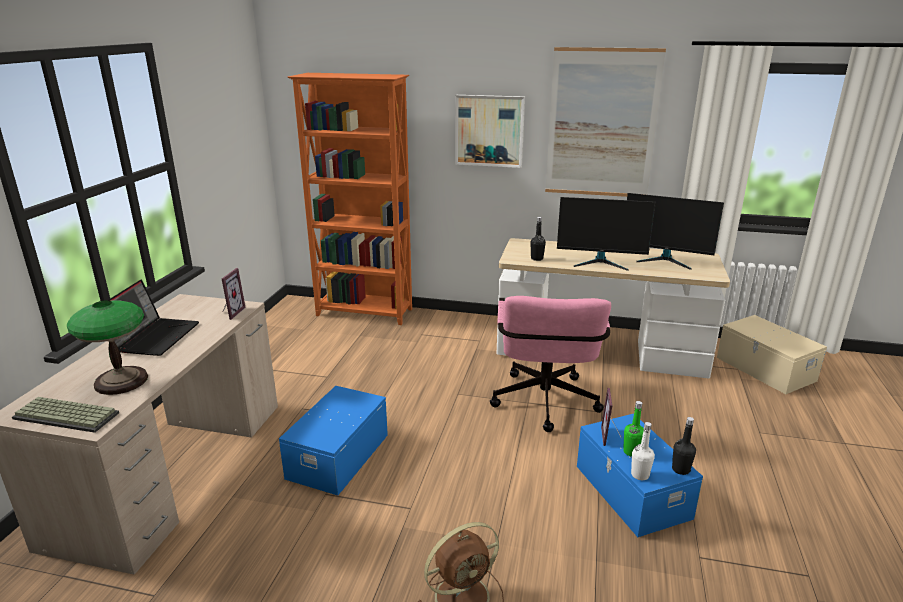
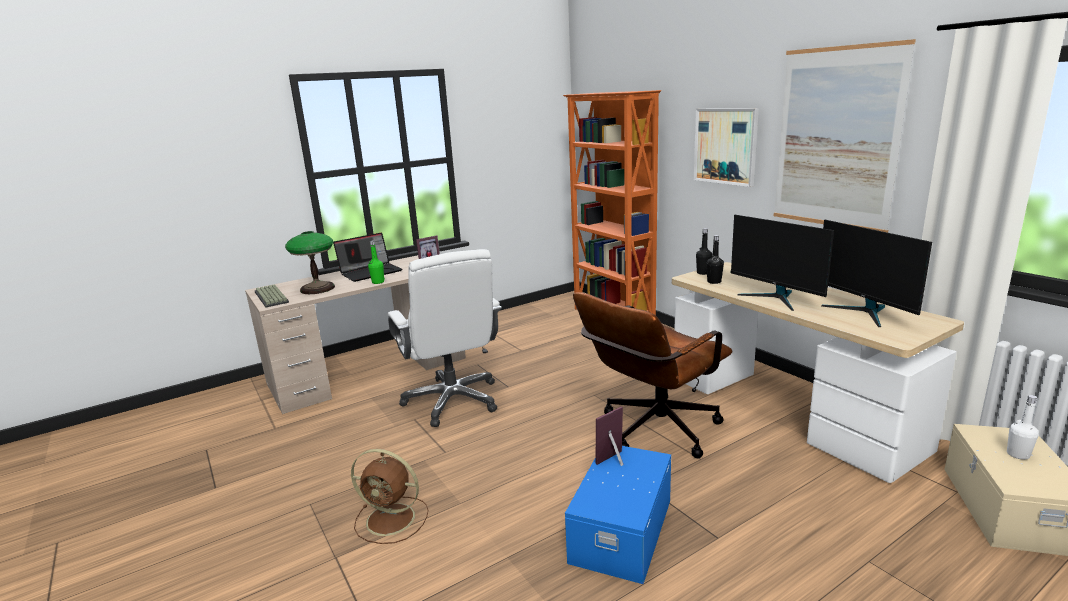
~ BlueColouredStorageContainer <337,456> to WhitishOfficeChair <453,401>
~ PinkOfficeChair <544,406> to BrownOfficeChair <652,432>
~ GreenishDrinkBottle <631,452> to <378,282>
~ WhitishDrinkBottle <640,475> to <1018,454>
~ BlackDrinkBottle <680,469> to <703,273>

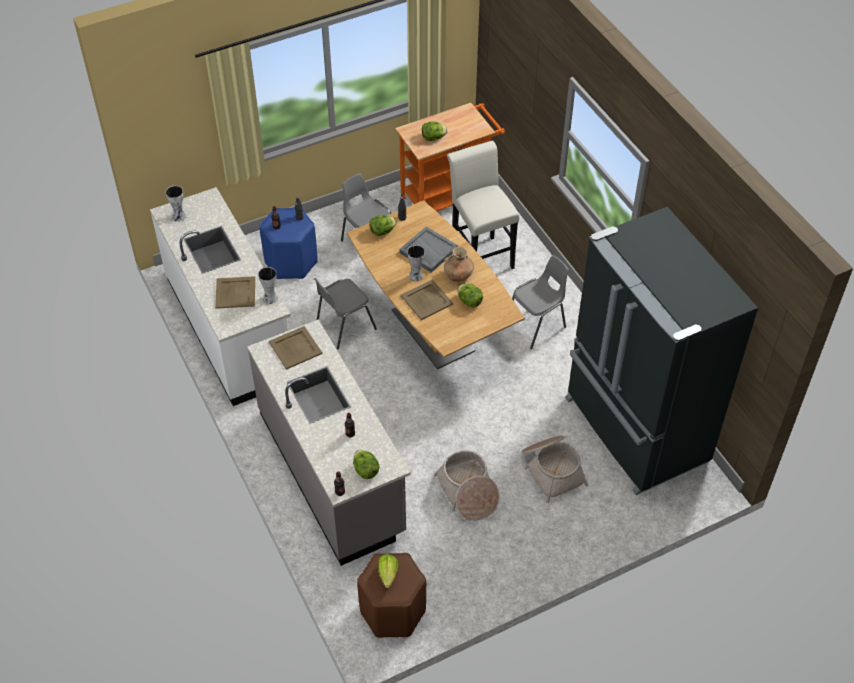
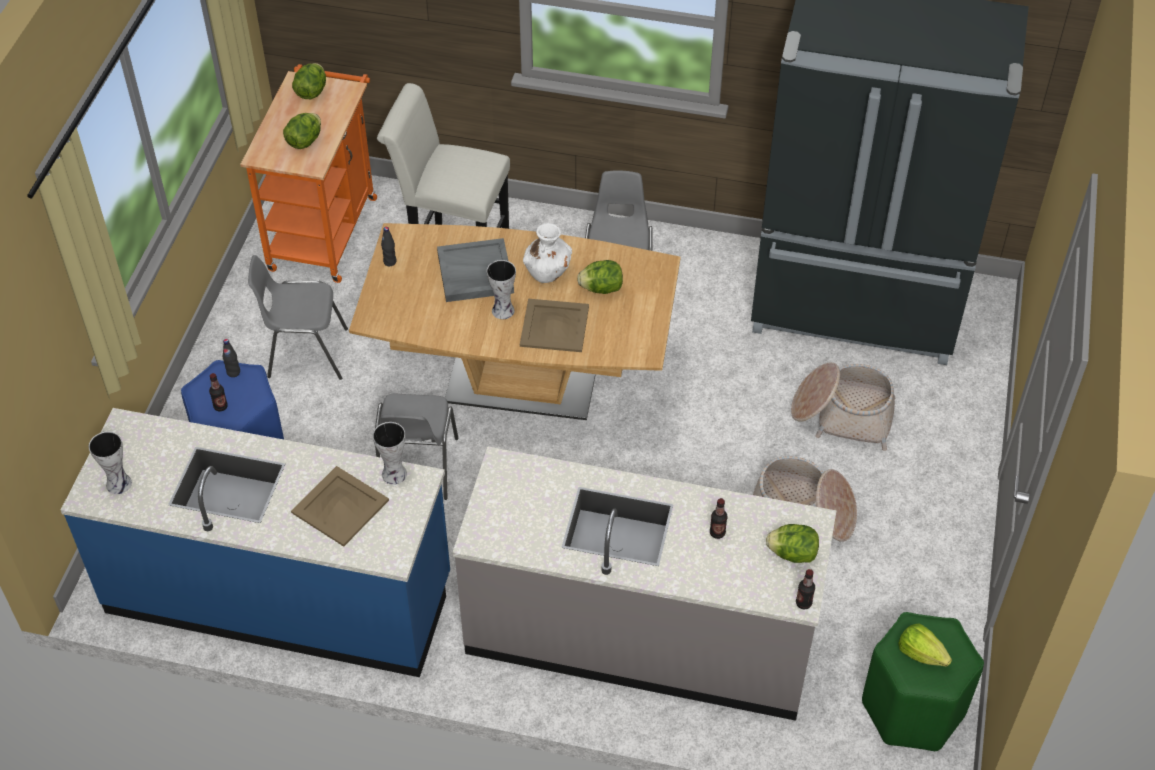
~ WhitishCounter <230,328> to BlueColouredCounter <280,594>
- BeigeColouredServingTray <295,348>
~ BrownSittingStool <393,612> to GreenishSittingStool <913,708>
~ Lettuce <382,231> to <311,92>
~ BrownDecorativeVase <458,275> to WhitishDecorativeVase <548,271>

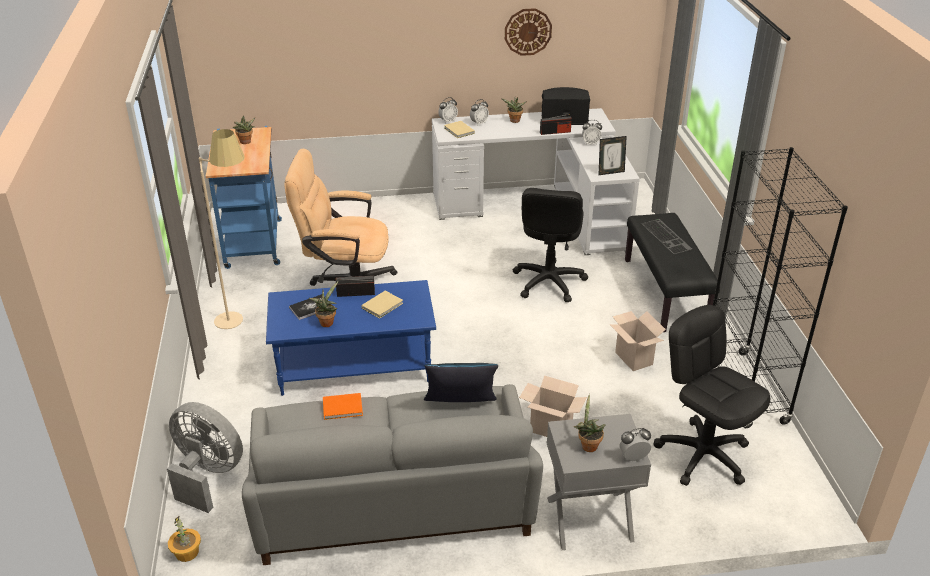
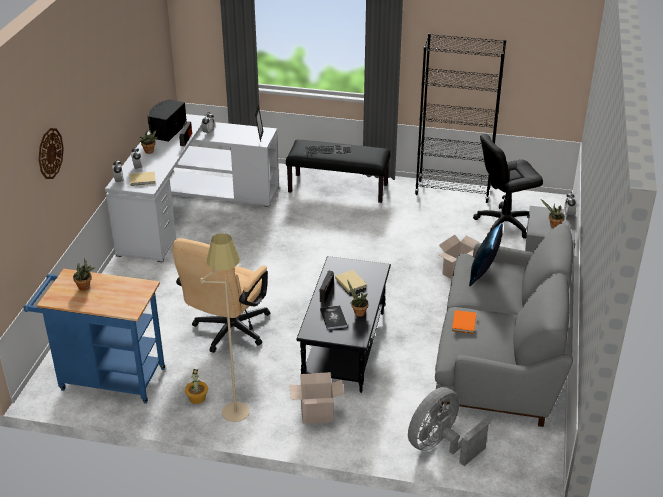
~ PottedPlant <187,552> to <197,398>
~ BlueColouredLoungeTable <354,367> to BlackLoungeTable <345,347>
~ ClockOnTheWall <528,31> to <50,153>
- BlackOfficeChair <548,282>
~ PackingBox <632,358> to <316,415>

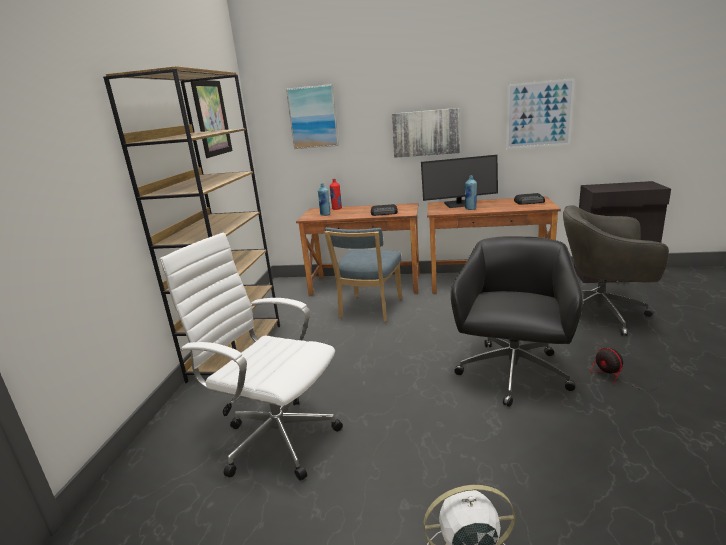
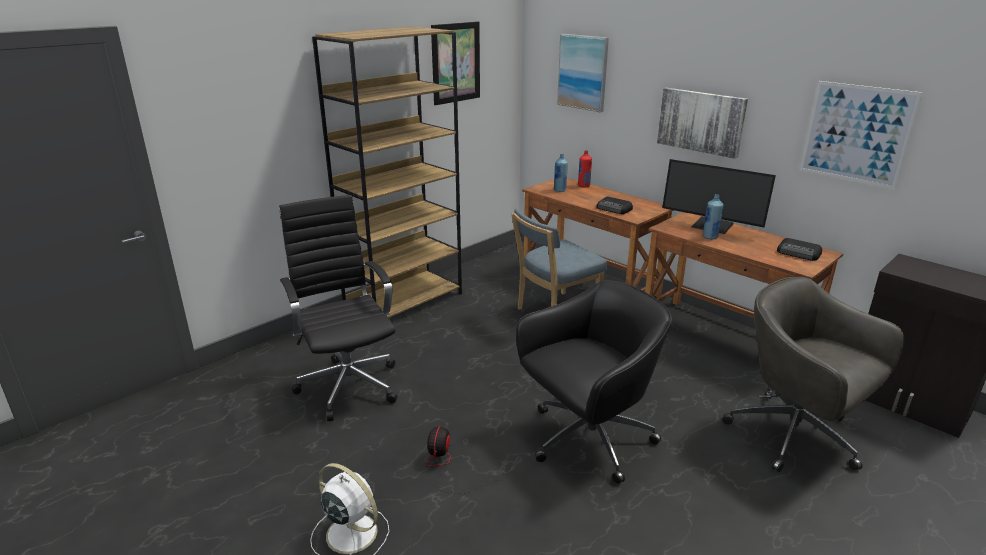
~ WhitishOfficeChair <275,438> to BlackOfficeChair <348,384>
~ CoolingFan <622,378> to <448,467>

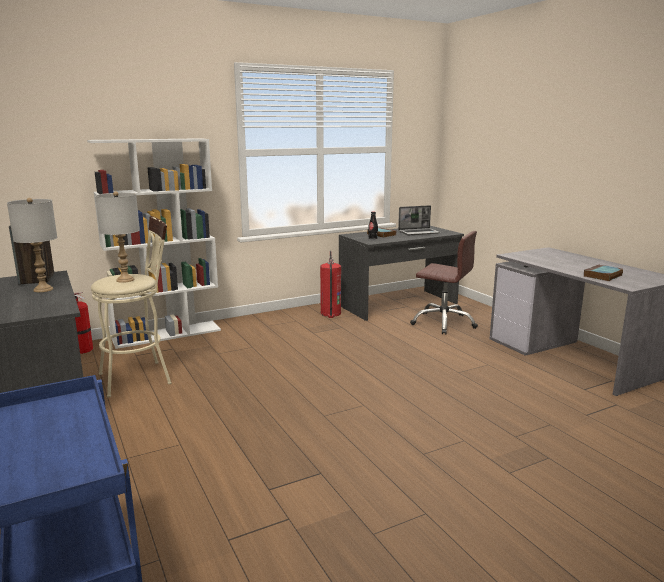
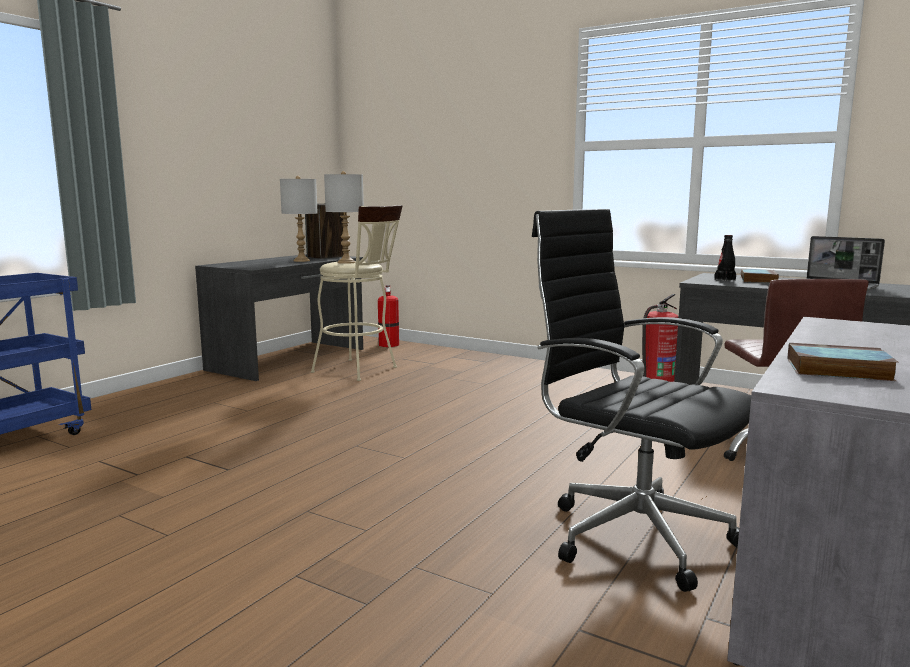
- WhitishShelvingUnit <167,334>
+ BlackOfficeChair <631,534>

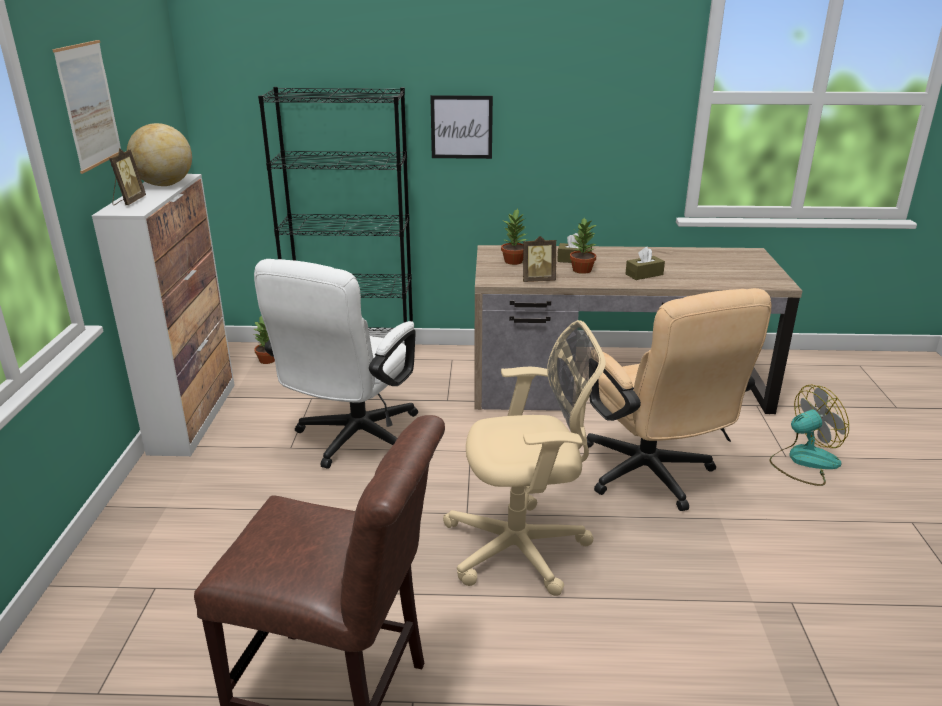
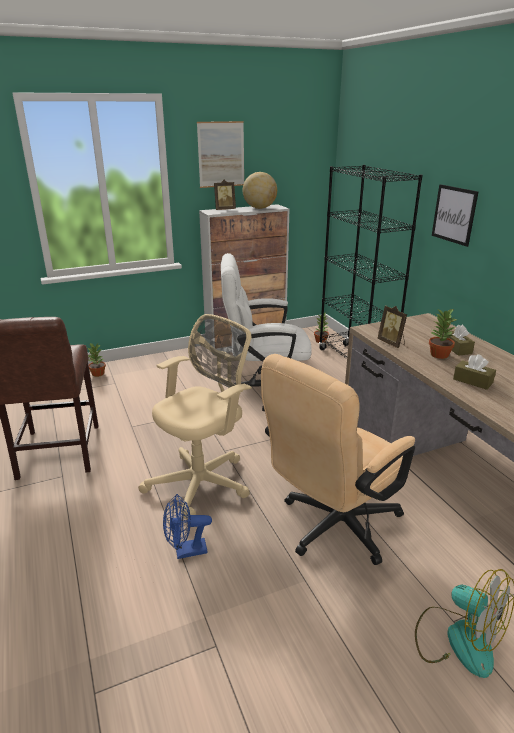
~ BeigeColouredOfficeChair <523,548> = <203,482> 105 degrees counterclockwise
~ PottedPlant <514,261> to <98,374>
+ BlueColouredCoolingFan <186,551>

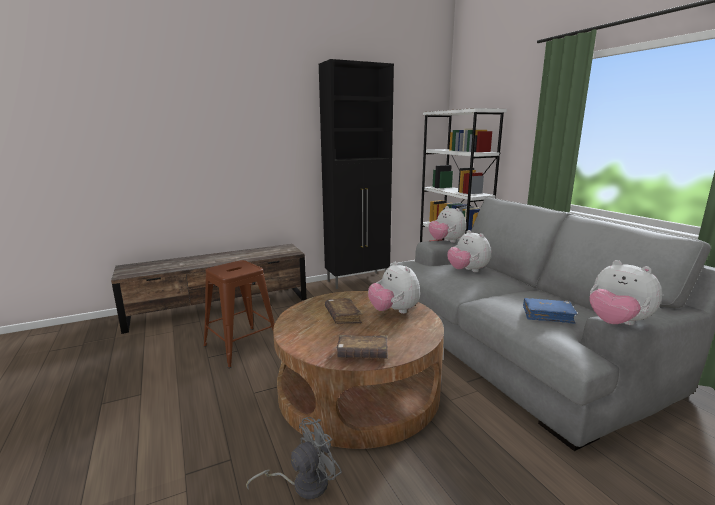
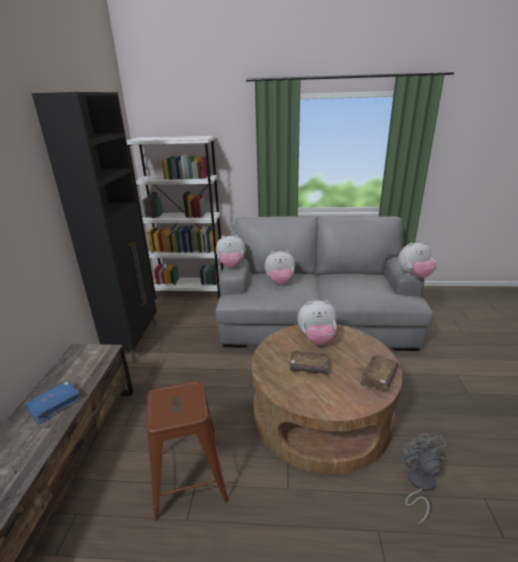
~ BlueColouredBook <547,315> to <55,405>

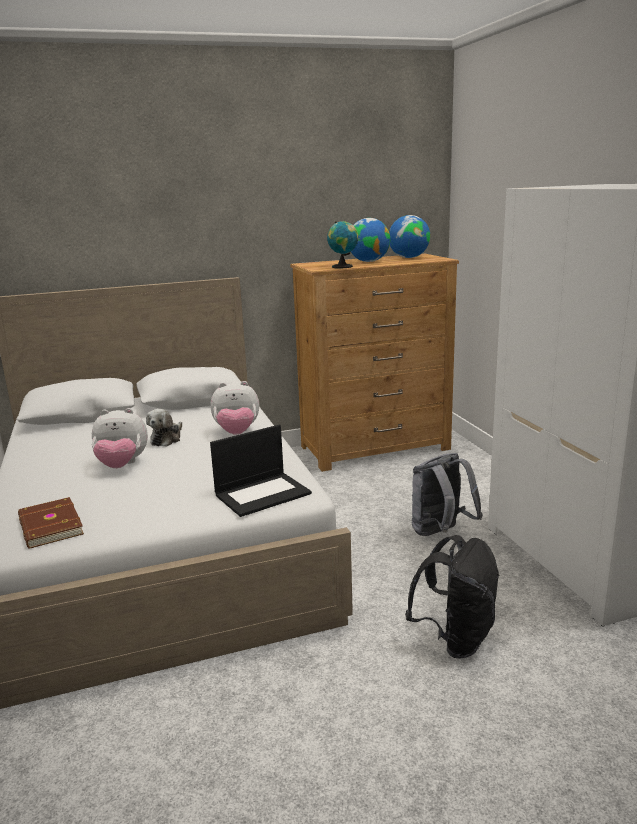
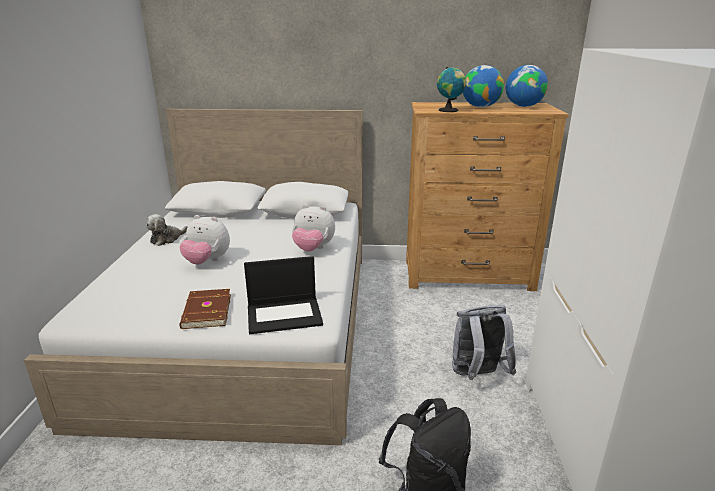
~ BrownBook <49,526> to <205,311>
~ CuddlyToy <167,439> to <167,239>

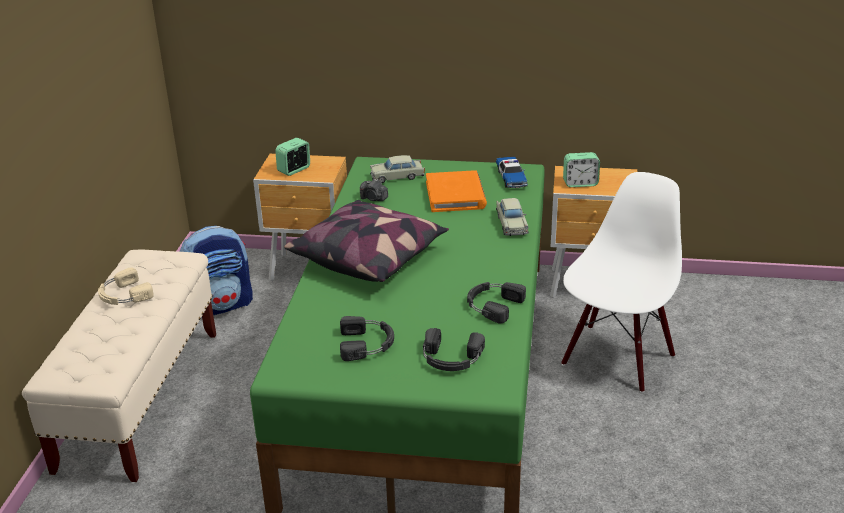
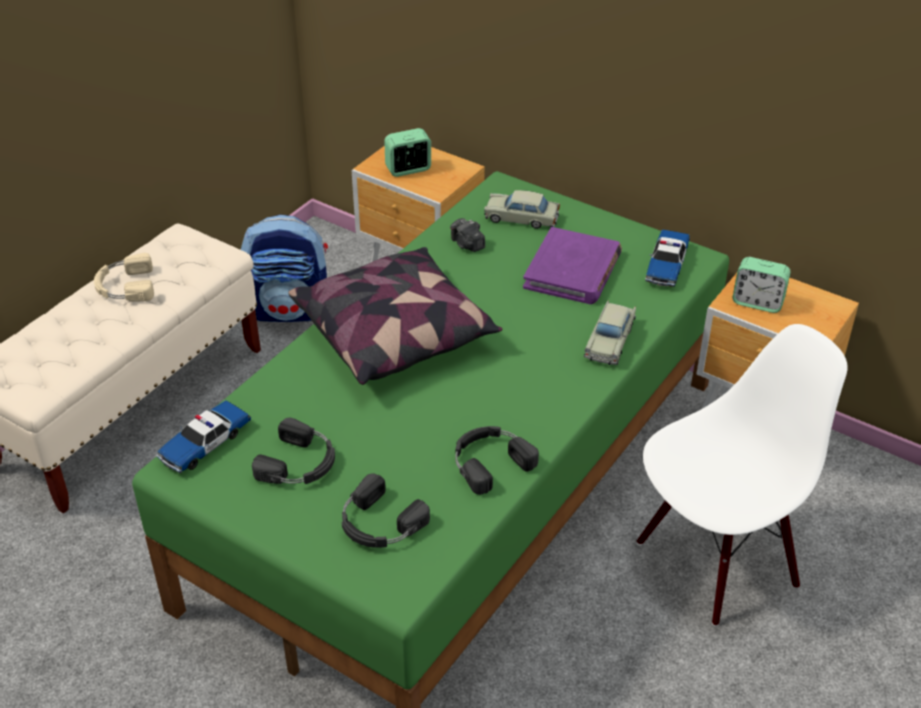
~ OrangeColouredBook <455,195> to PurpleColouredBook <573,271>
+ ModelCar <205,443>

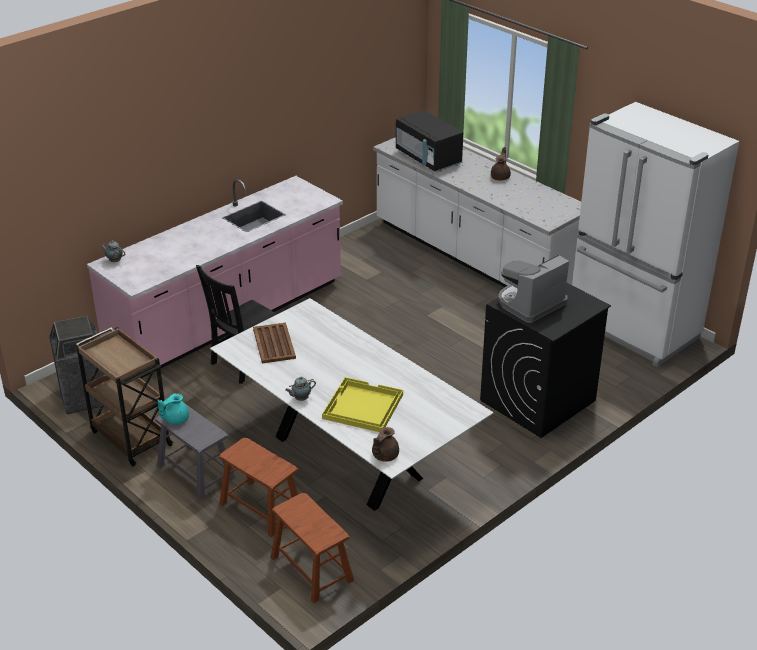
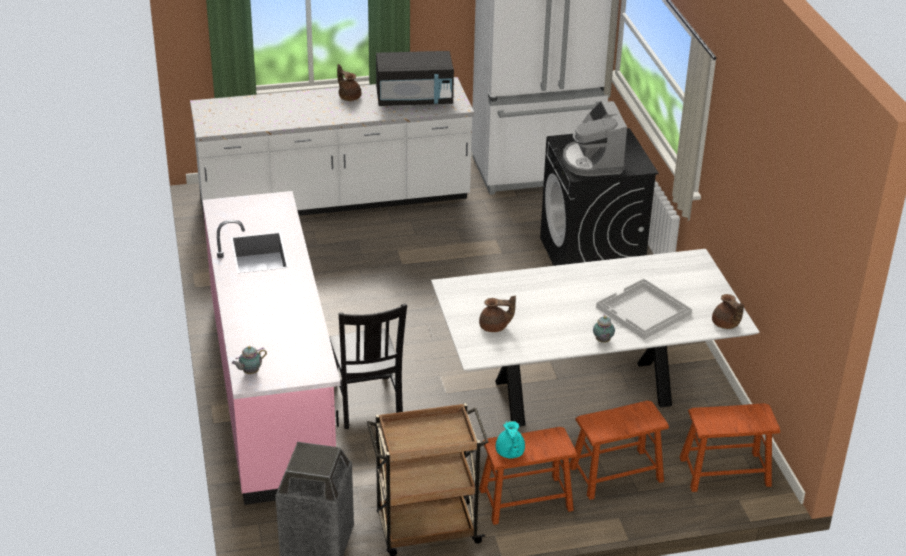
~ GreyishSittingStool <195,472> to BrownSittingStool <526,499>
~ BrownServingTray <274,344> to BrownTeapot <494,327>
~ YellowishServingTray <362,406> to WhitishServingTray <643,311>
~ BlackMicrowaveOven <428,158> to <414,99>

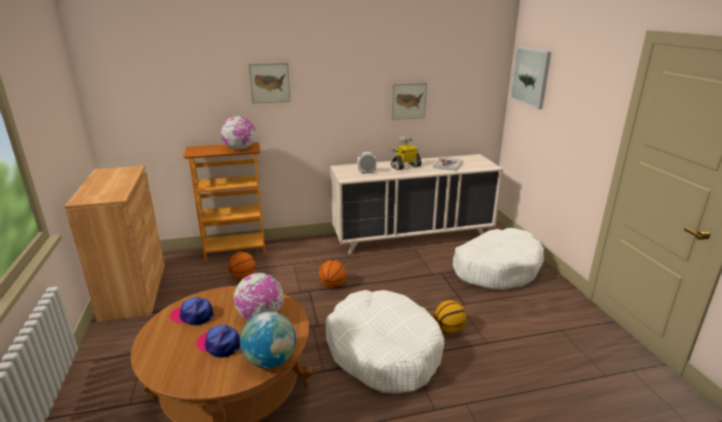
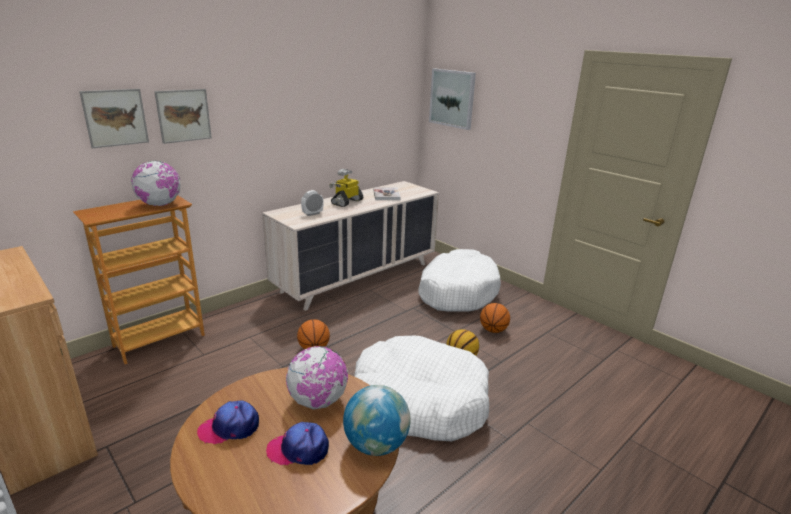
~ BasketballBall <243,276> to <493,330>
~ WallArt <408,101> to <115,118>

